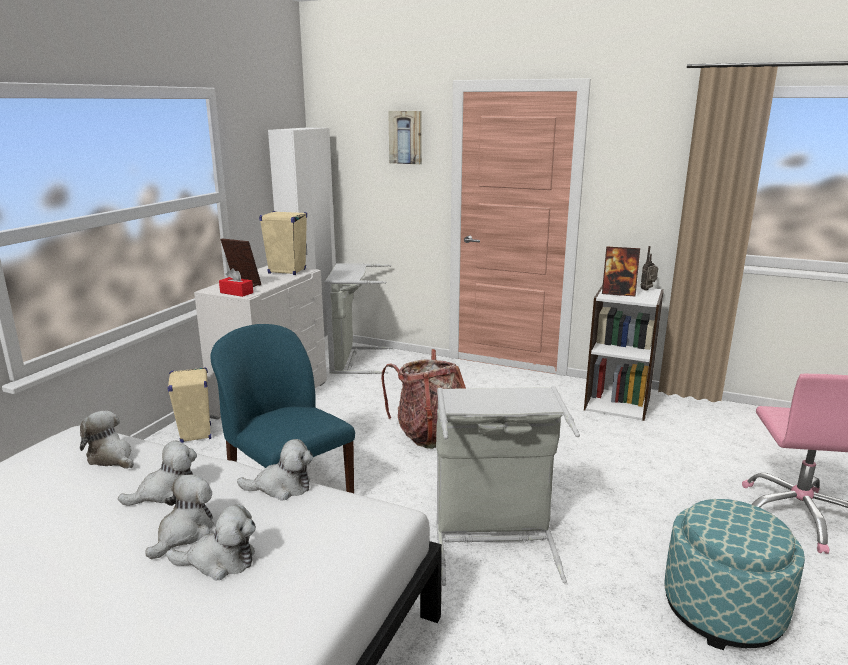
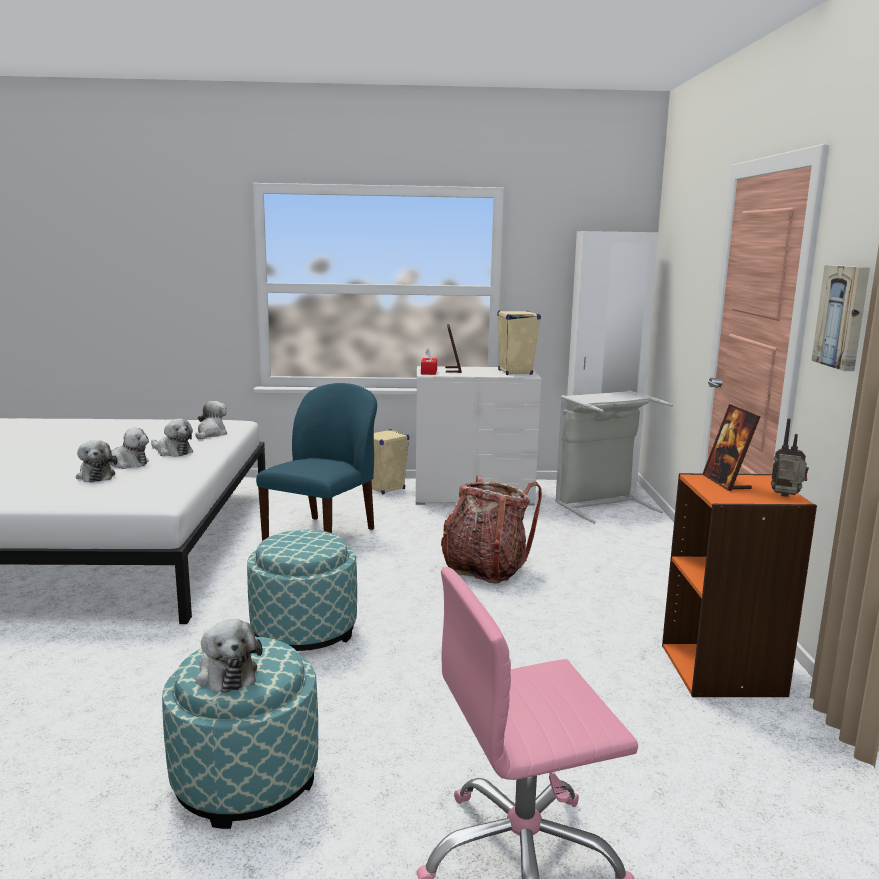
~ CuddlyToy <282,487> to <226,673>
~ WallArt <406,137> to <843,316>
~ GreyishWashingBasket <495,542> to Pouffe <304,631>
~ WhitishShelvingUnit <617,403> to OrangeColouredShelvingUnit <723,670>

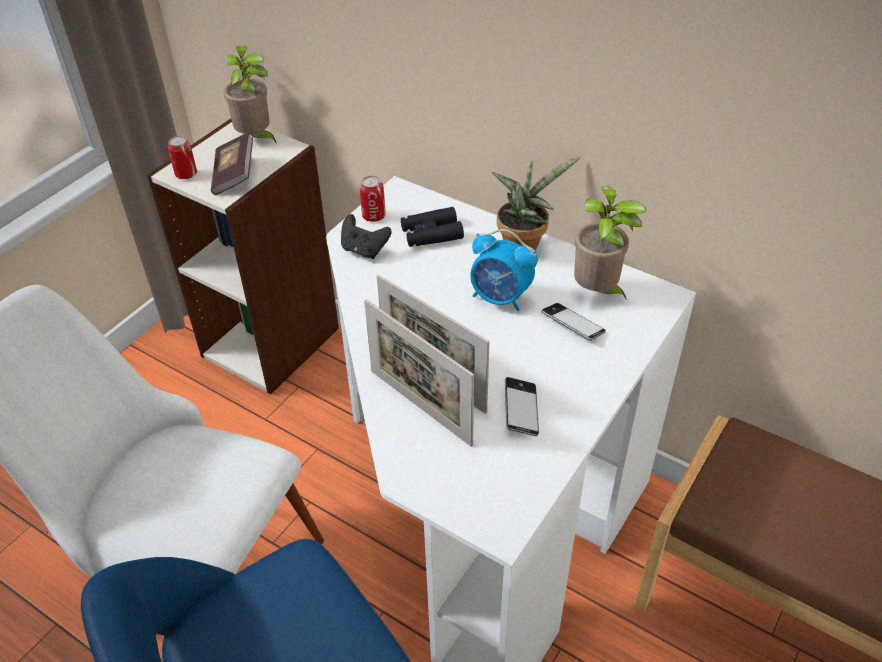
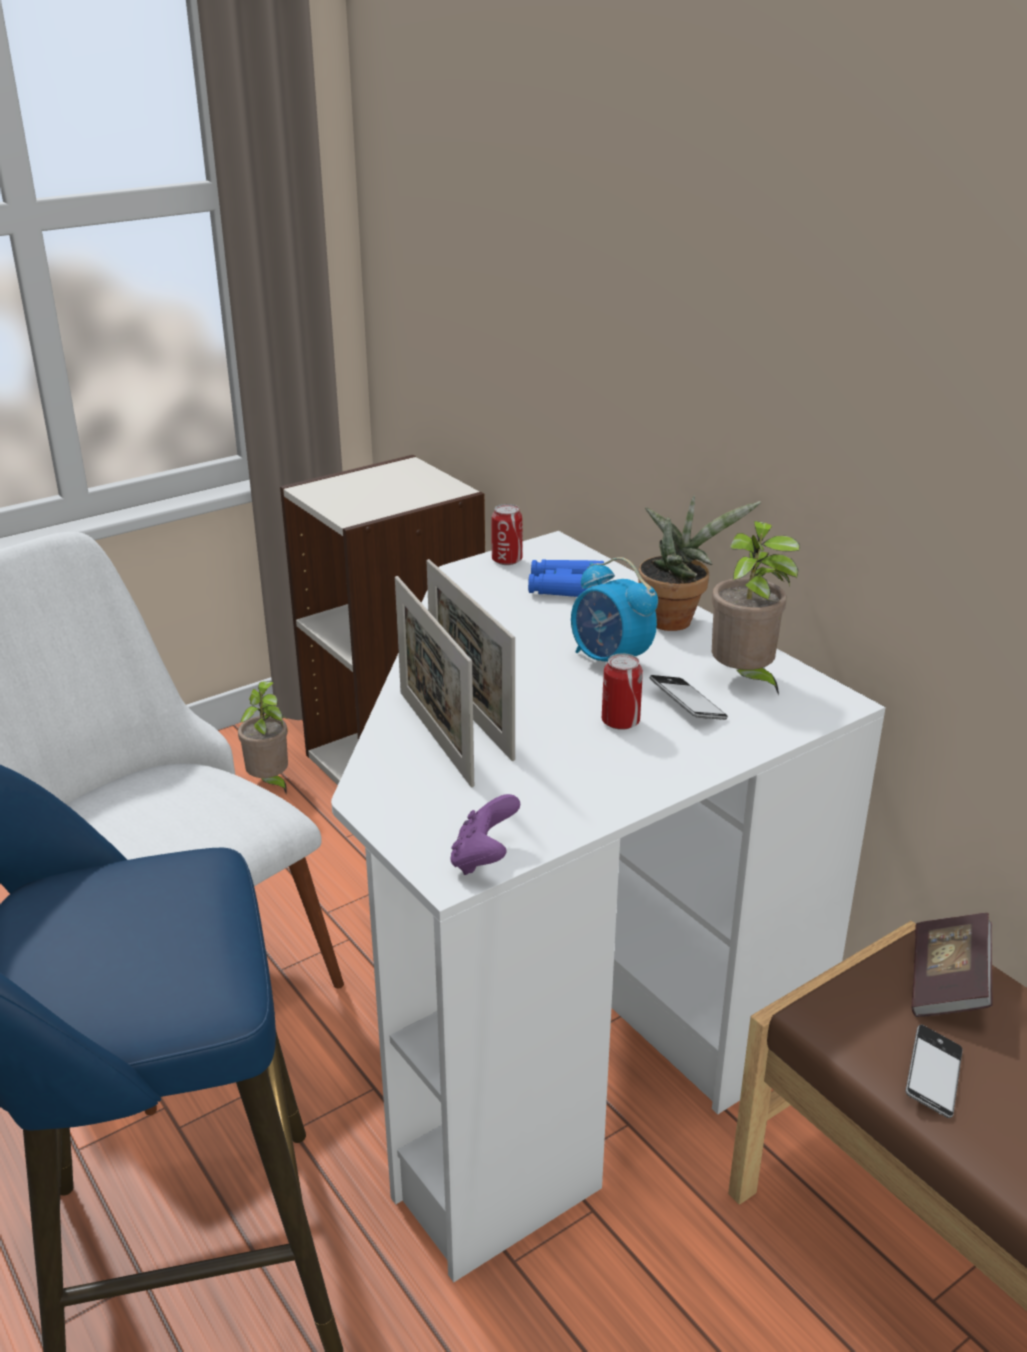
~ SealedCan <186,174> to <620,722>
~ Book <234,175> to <947,983>
~ PottedPlant <256,138> to <270,783>
- BlackGamepad <364,250>
~ BlackPairOfBinoculars <431,234> to BlueColouredPairOfBinoculars <566,588>
~ Telephone <521,410> to <932,1077>
+ PurpleColouredGamepad <484,859>

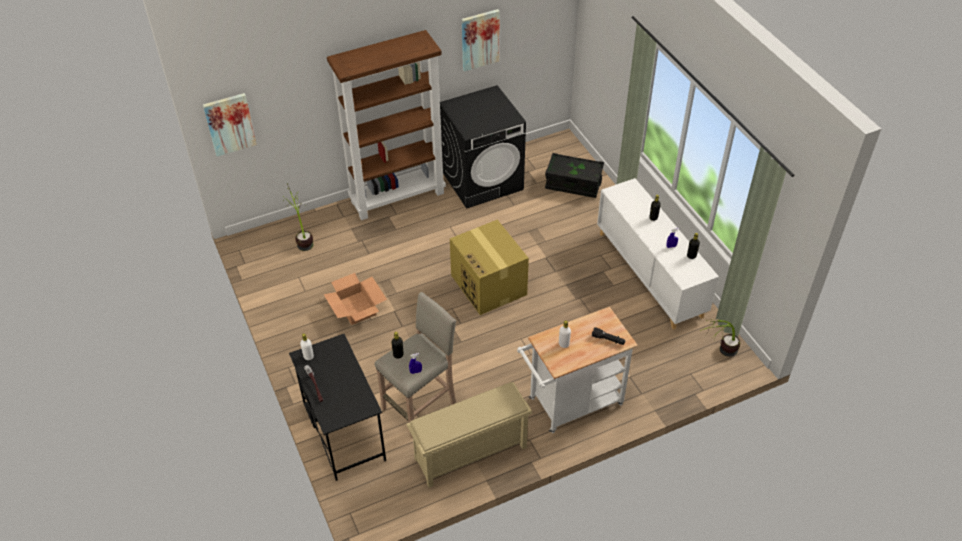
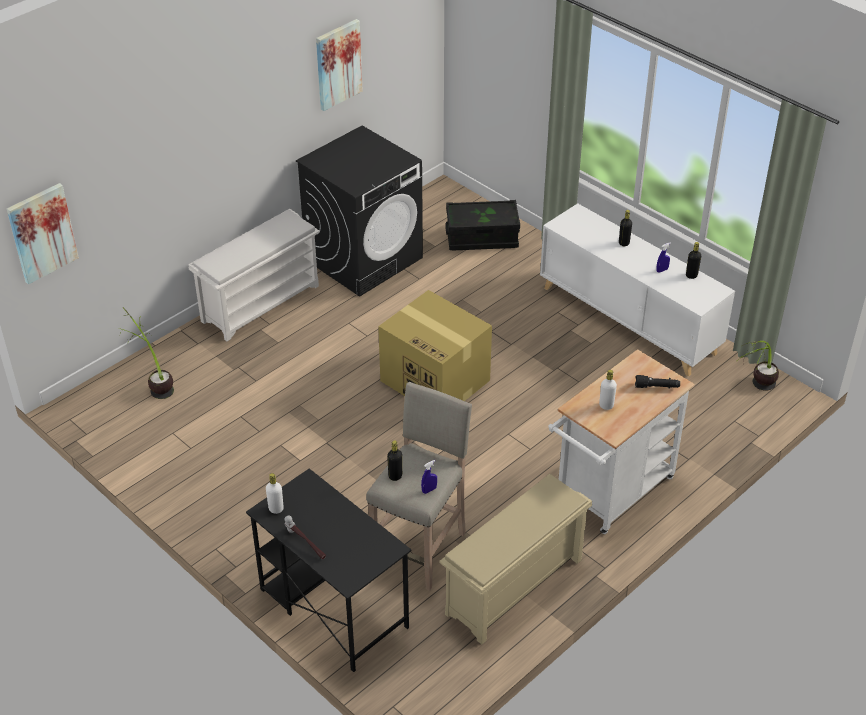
- PackingBox <356,308>
~ BrownShelvingUnit <398,197> to WhitishShoeShelf <261,302>

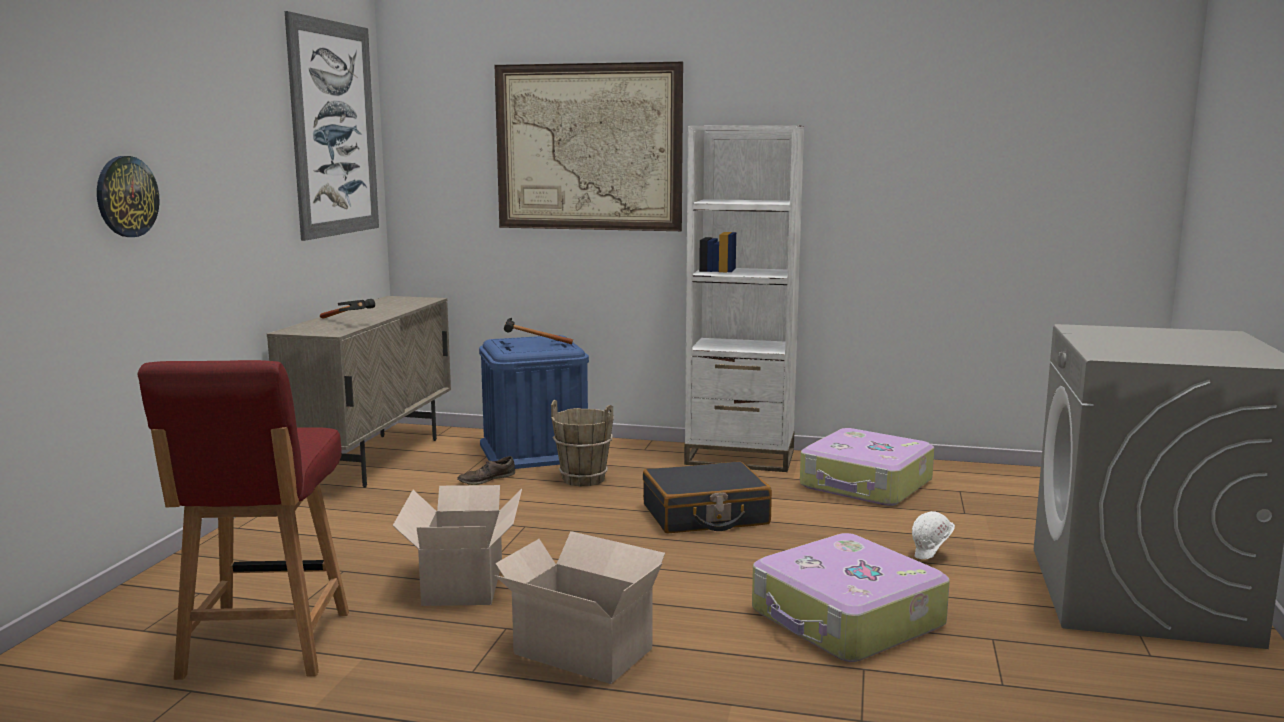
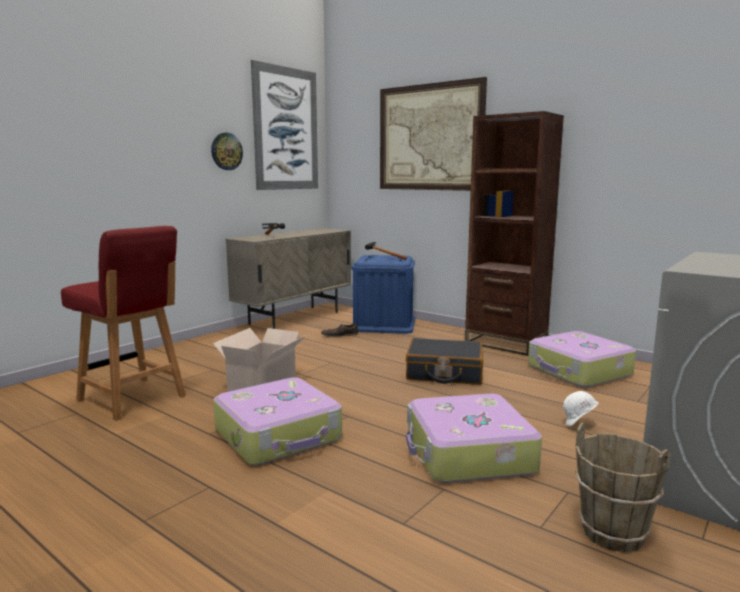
~ ClockOnTheWall <126,196> to <226,151>
~ ReddishPlainChair <265,646> = <133,399> 75 degrees counterclockwise
~ PackingBox <580,650> to PieceOfLuggage <279,435>
~ BrownBucket <583,479> to <613,533>
~ WhitishShelvingUnit <740,457> to BrownShelvingUnit <505,343>

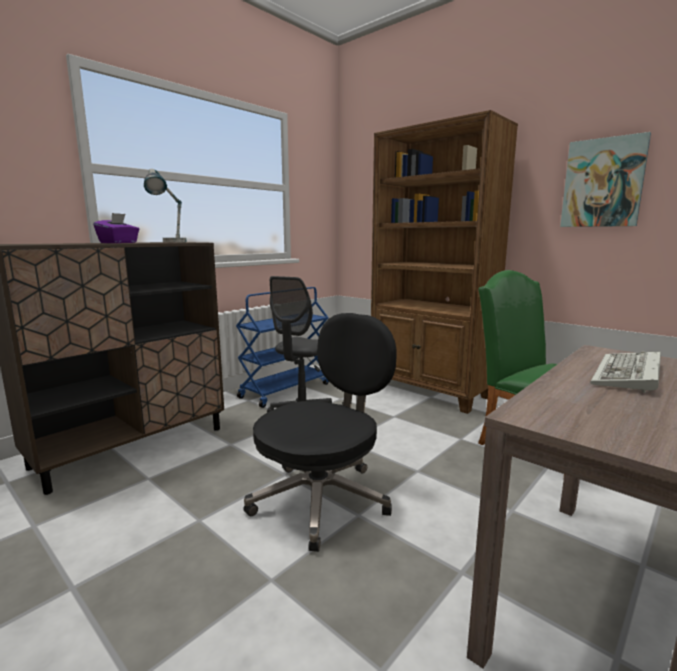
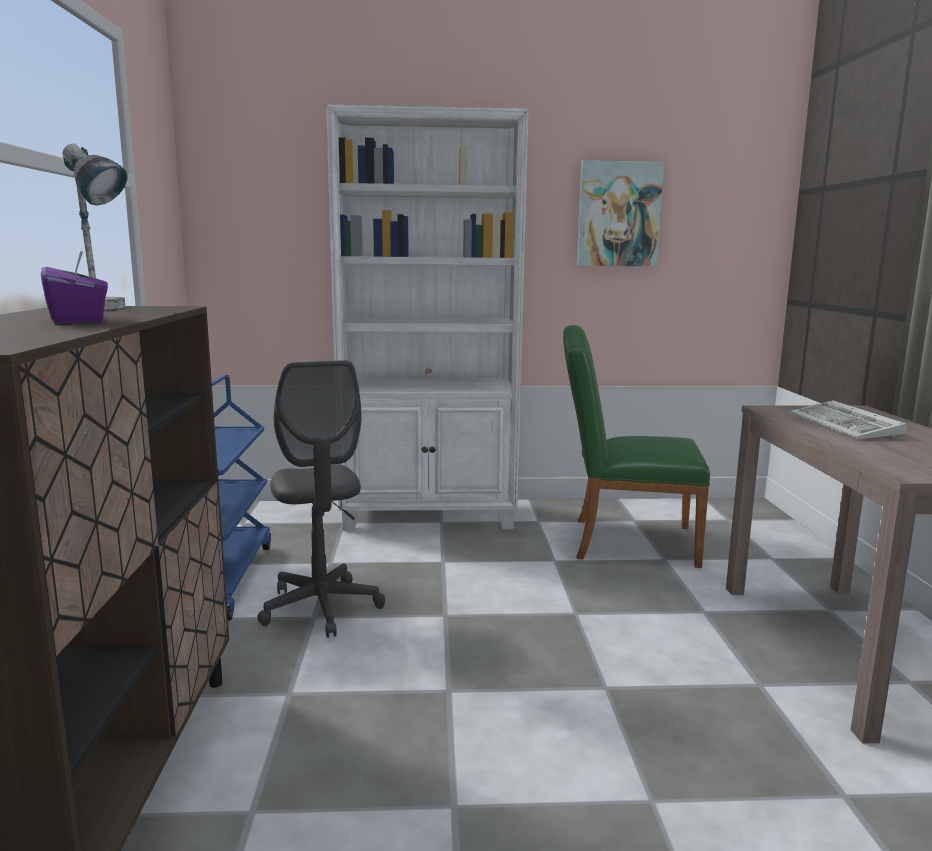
- BlackOfficeChair <322,498>
~ BrownShelvingUnit <430,392> to WhitishShelvingUnit <430,516>

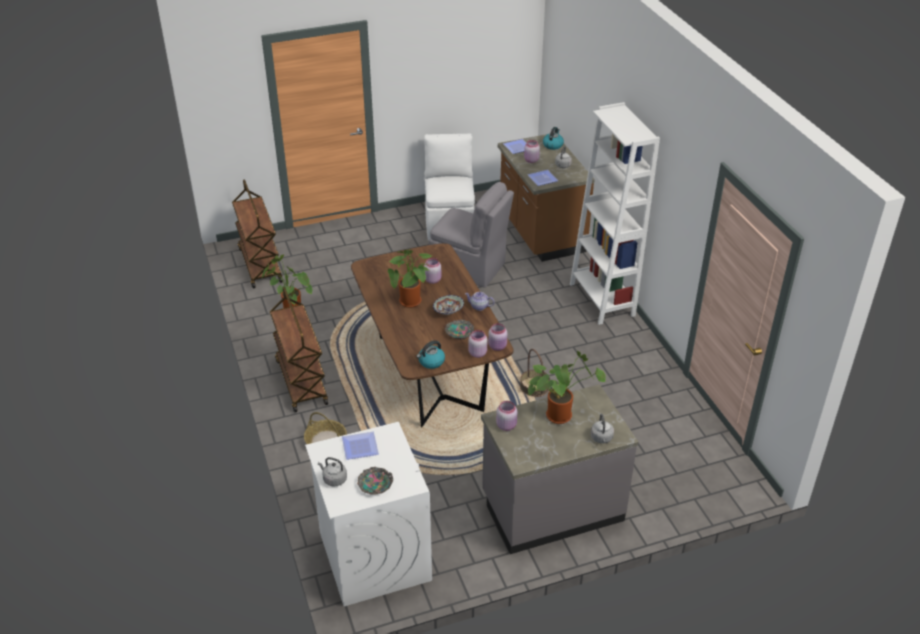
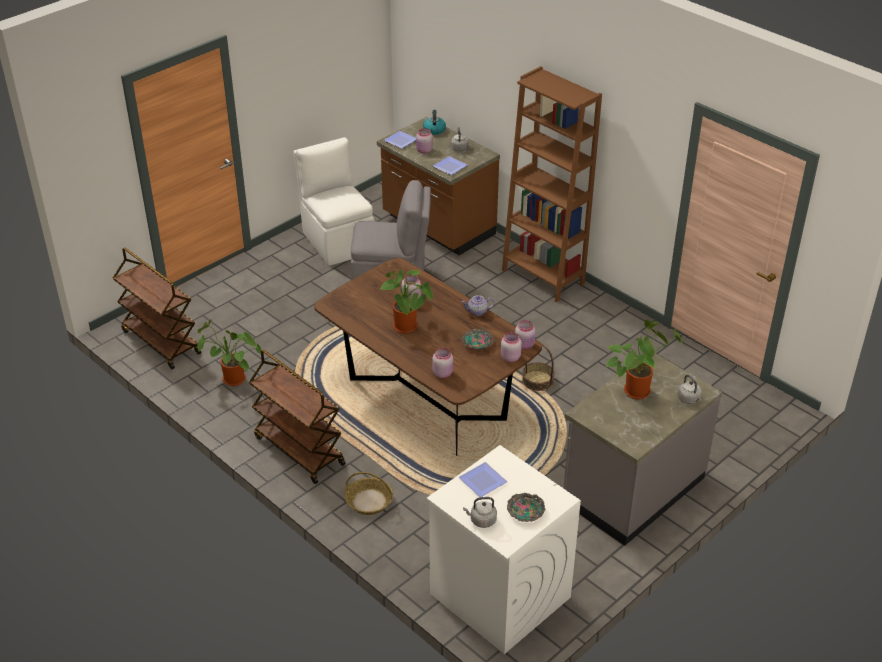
- TeaKettle <431,362>
- ServingBowl <448,311>
~ PinkJar <506,425> to <443,373>
~ WhitishShelvingUnit <602,299> to BrownShelvingUnit <543,277>

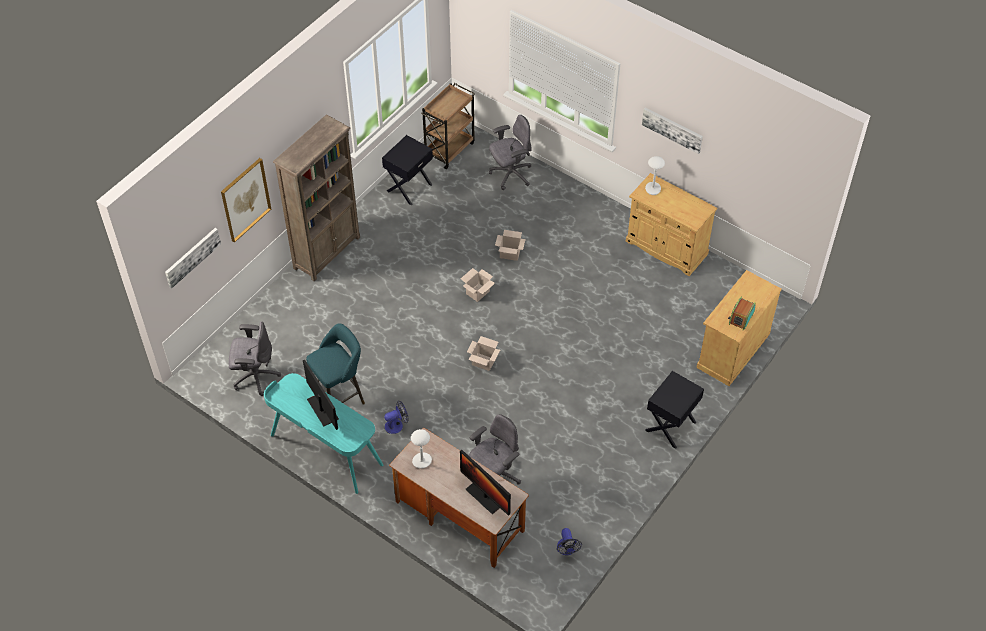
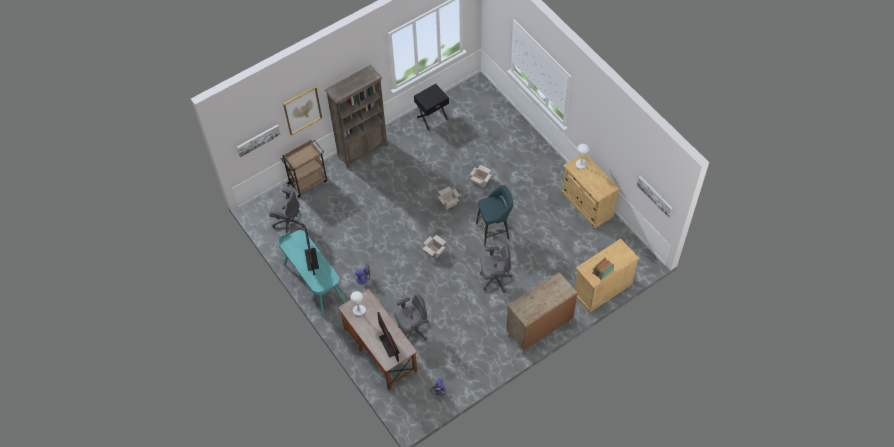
~ TurquoiseColouredSittingStool <340,397> to <494,230>
~ BrownCart <449,149> to <308,182>
~ GreyishOfficeChair <510,175> to <495,279>
~ WallArt <672,129> to <655,196>
~ BlackNightTable <671,426> to BrownChestOfDrawers <539,329>

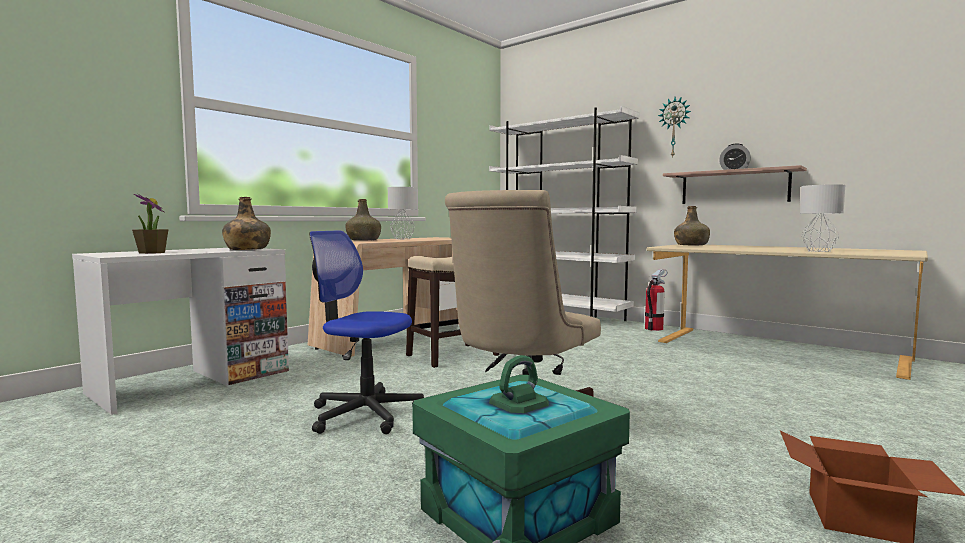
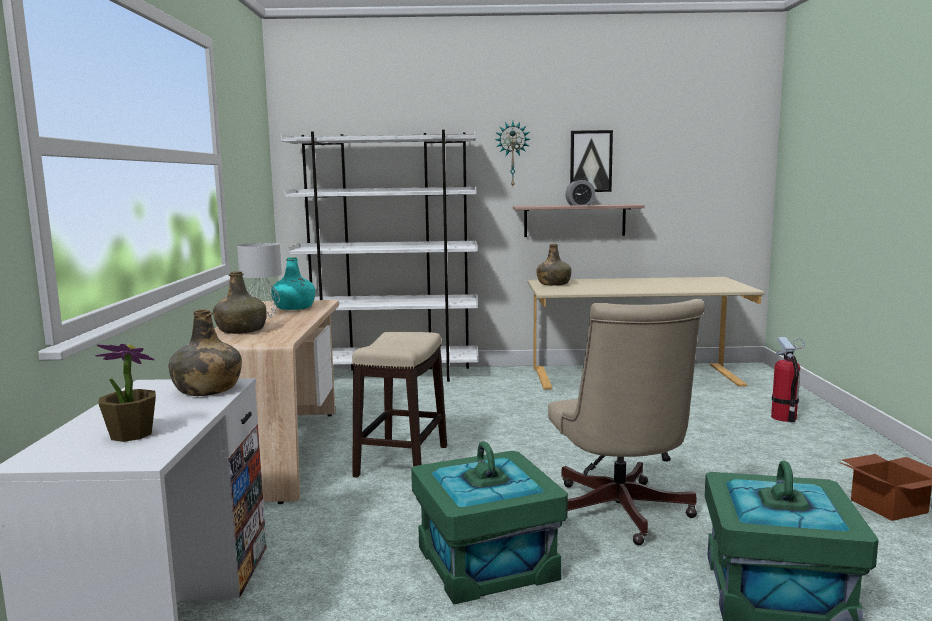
~ OfficeChair <365,414> to GreenishStorageContainer <485,563>
~ FireExtinguisher <654,328> to <784,417>
- GreyishLampForATable <818,251>
+ TurquoiseColouredDrinkBottle <295,308>
+ WallArt <590,161>

